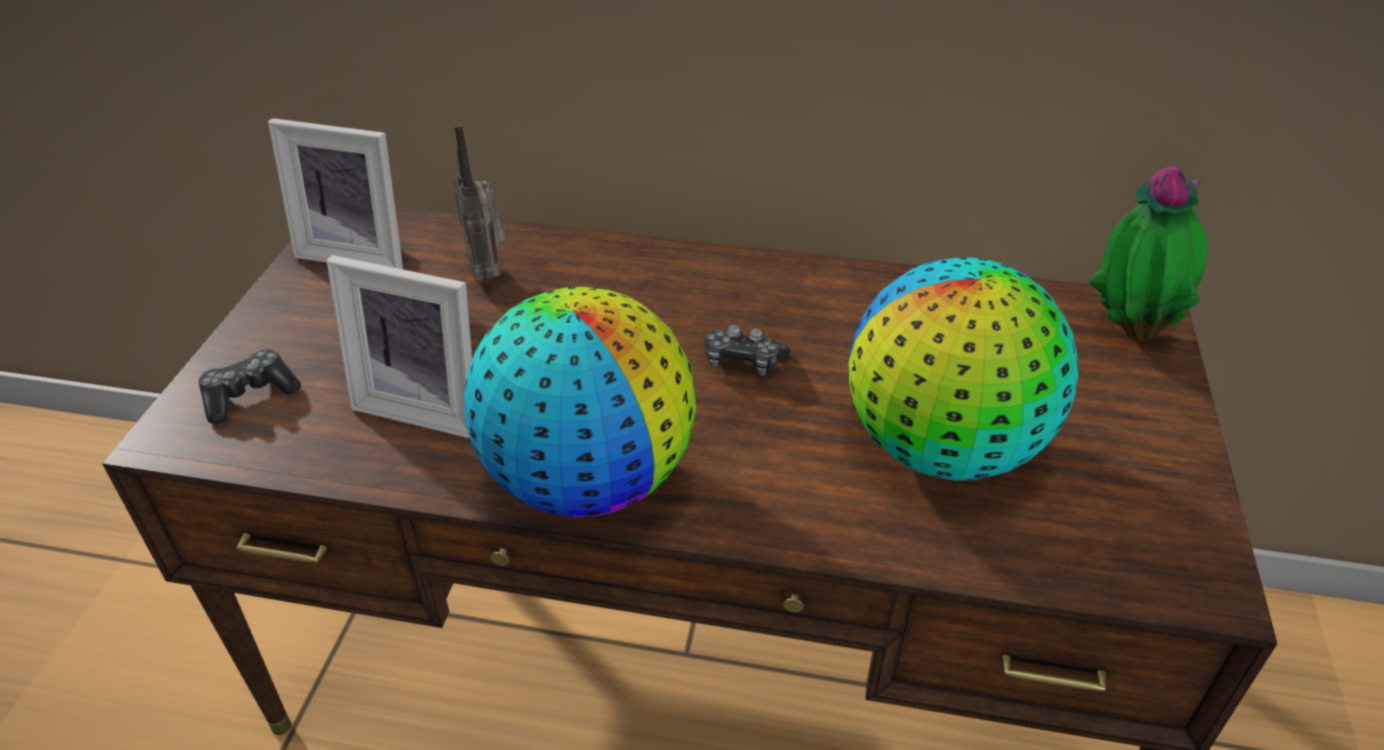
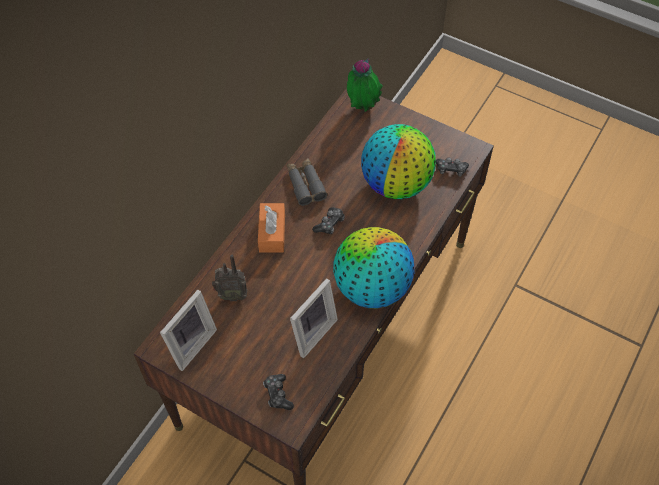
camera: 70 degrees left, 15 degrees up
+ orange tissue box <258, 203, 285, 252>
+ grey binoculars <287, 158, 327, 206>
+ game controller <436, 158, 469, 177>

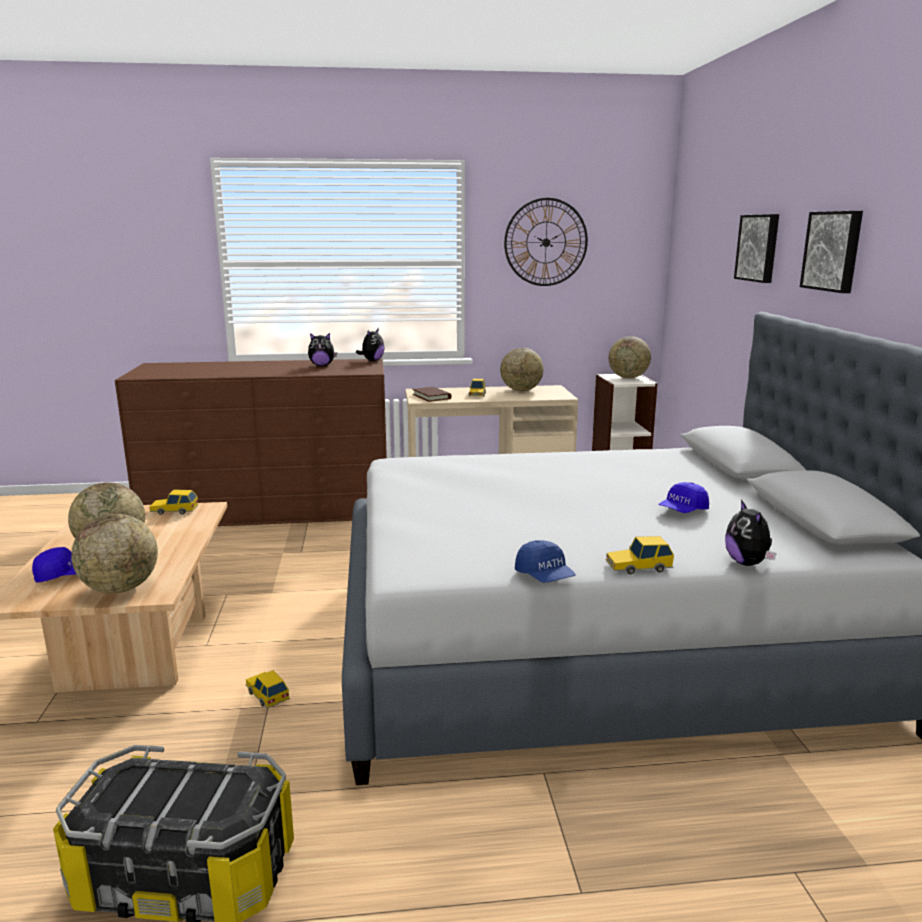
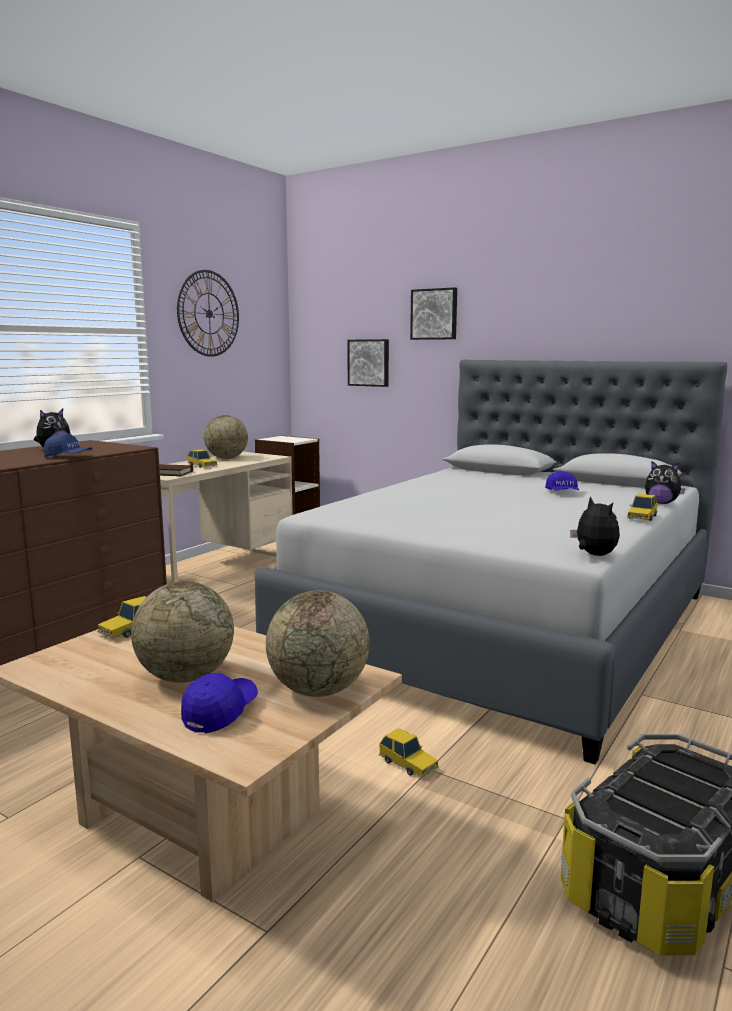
camera: 50 degrees left, 5 degrees down
- globe <608, 336, 651, 378>
~ plush toy <356, 328, 385, 361> to <570, 496, 620, 556>
~ blue cap <515, 540, 576, 583> to <44, 433, 92, 457>
~ picture <800, 211, 863, 293> to <347, 339, 389, 387>
~ toy car <245, 670, 290, 708> = <379, 728, 439, 778> 135 degrees counterclockwise

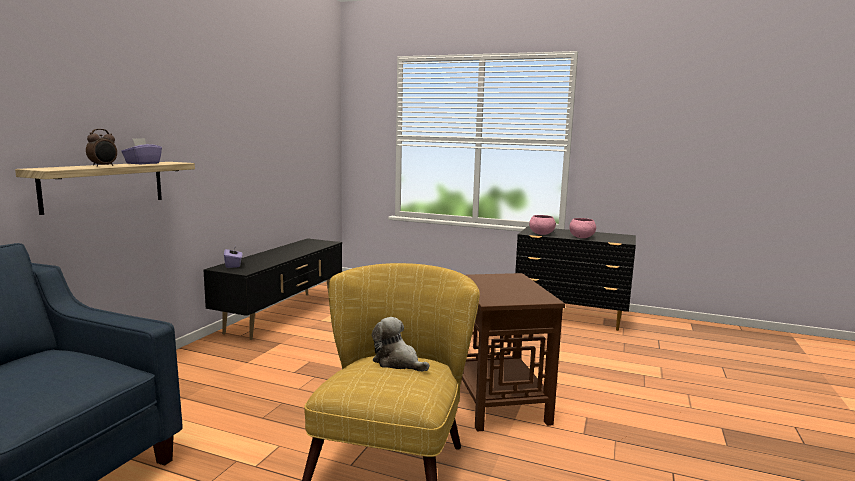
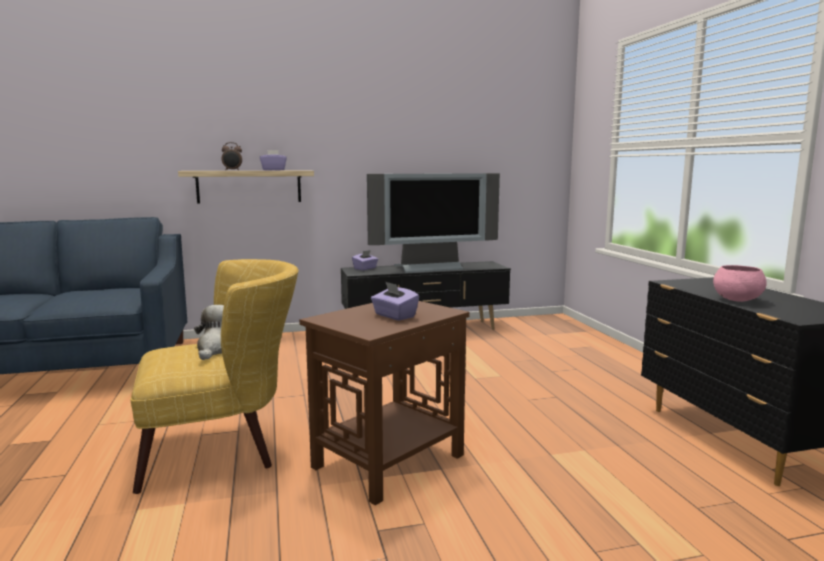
camera: 55 degrees right, 0 degrees up
- pink bowl <529, 215, 556, 235>
+ television <367, 173, 500, 273>
+ purple tissue box <371, 281, 419, 321>

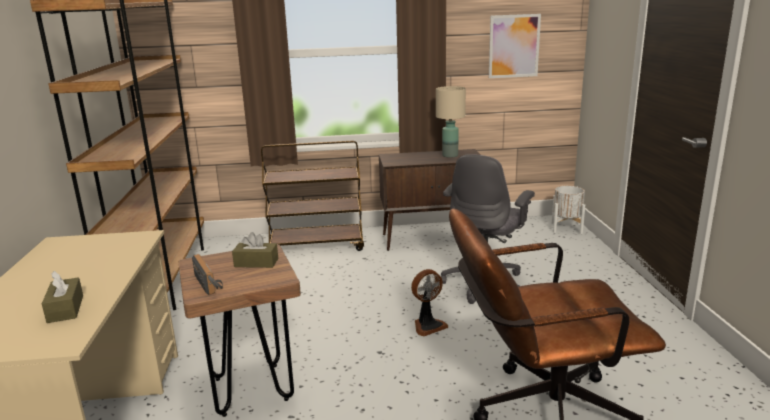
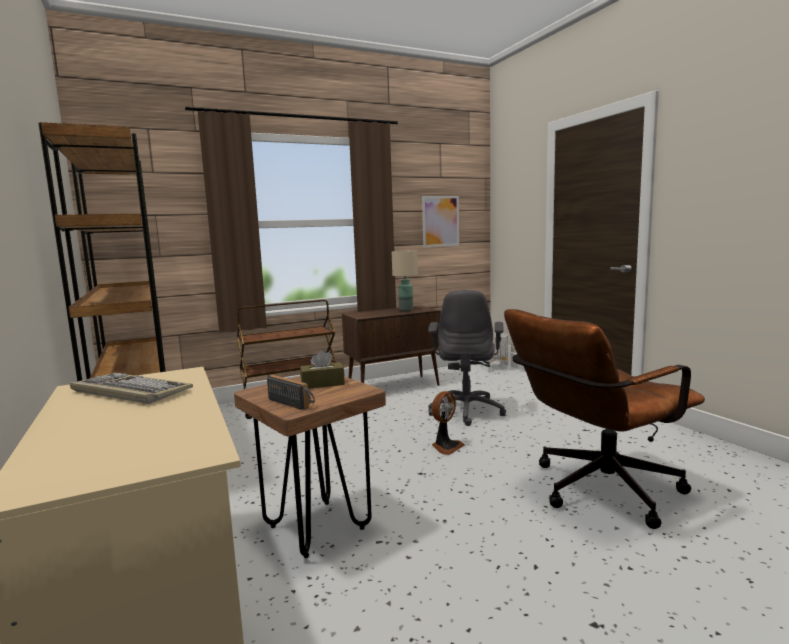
camera: 20 degrees left, 10 degrees down
- brown tissue box <42, 271, 83, 323>
+ keyboard <70, 373, 193, 404>

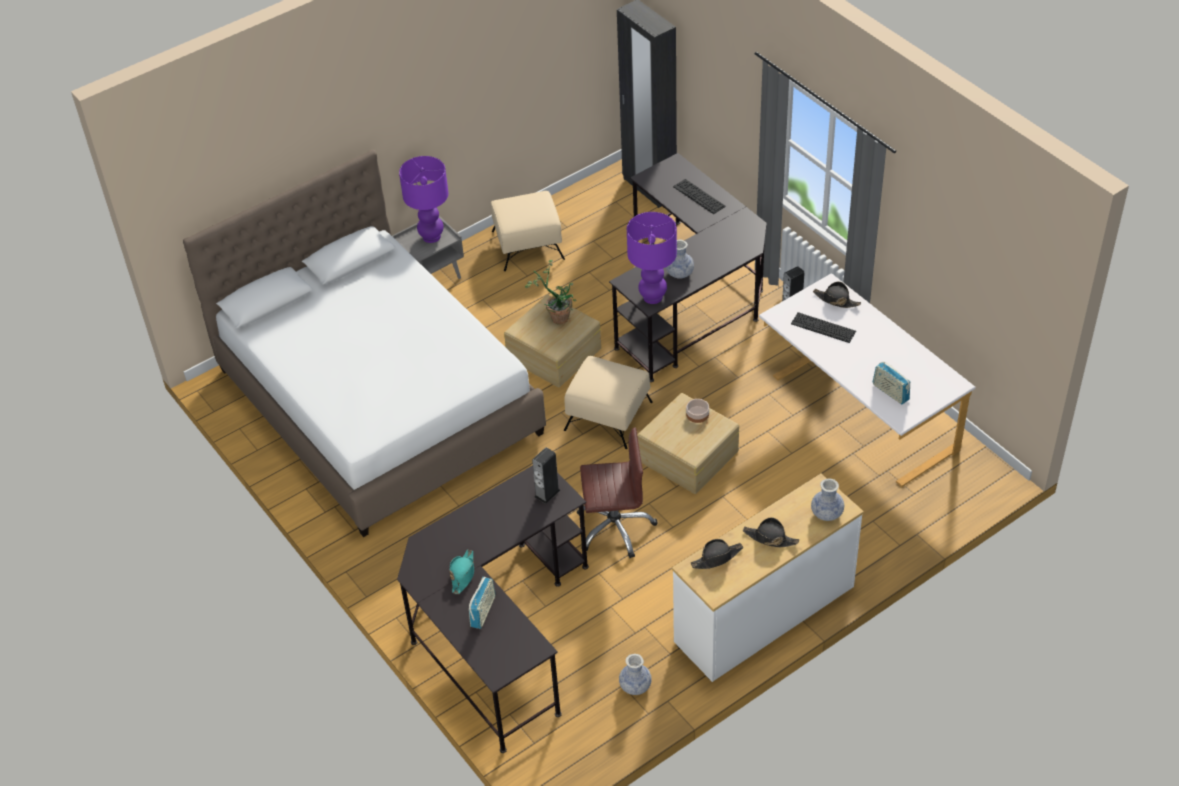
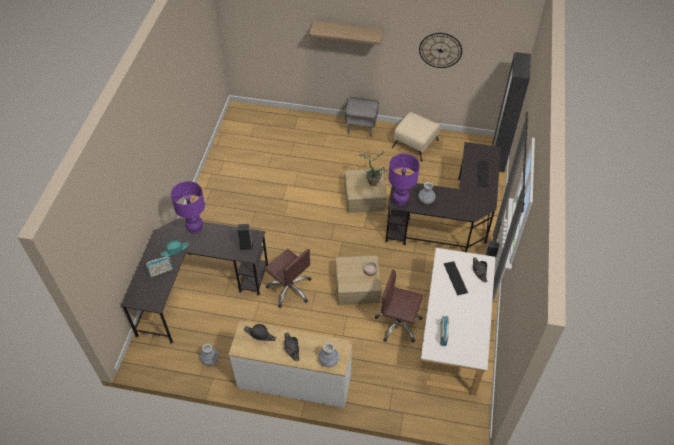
camera: 45 degrees right, 5 degrees up
- white bed <183, 150, 546, 537>
- beige ottoman <564, 356, 653, 449>
+ shelf <309, 21, 384, 45>
+ brown office chair <375, 269, 423, 343>
+ wall clock <419, 33, 462, 68>
~ purple table lamp <399, 156, 448, 243> to <171, 181, 205, 234>

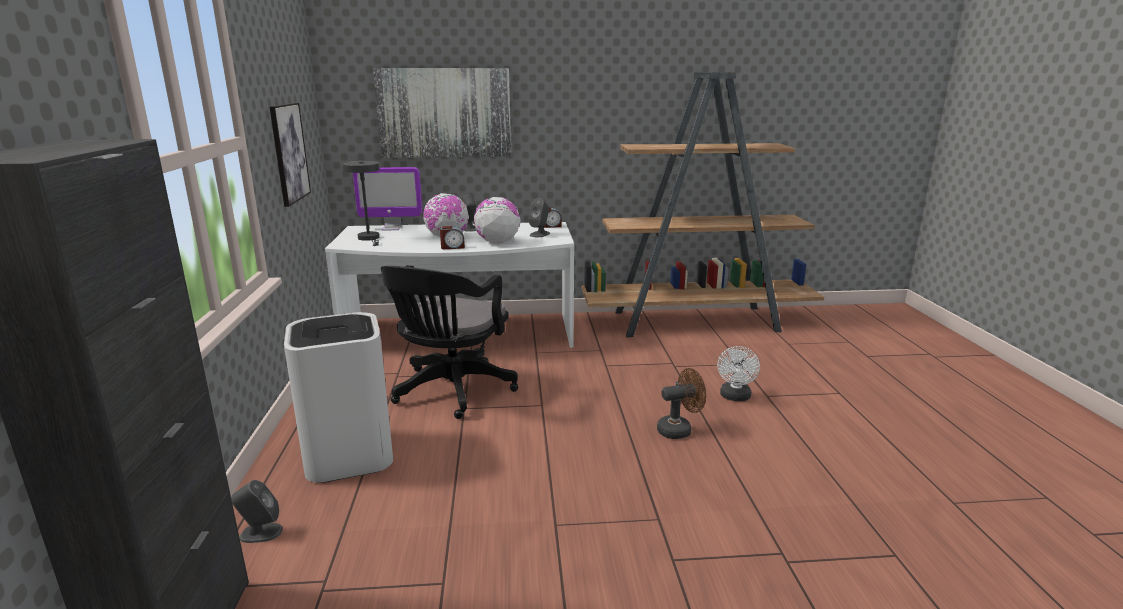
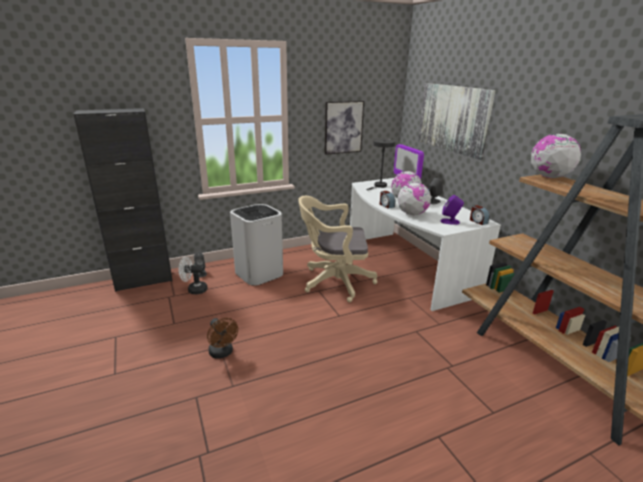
camera: 70 degrees right, 5 degrees up
+ globe <531, 134, 581, 178>
~ brown fan <657, 368, 706, 439> to <207, 318, 238, 359>
~ white fan <717, 346, 760, 401> to <179, 257, 207, 294>
~ black office chair <381, 265, 518, 419> to beige office chair <298, 196, 377, 302>
~ grey speaker <528, 198, 550, 237> to purple speaker <441, 195, 464, 225>

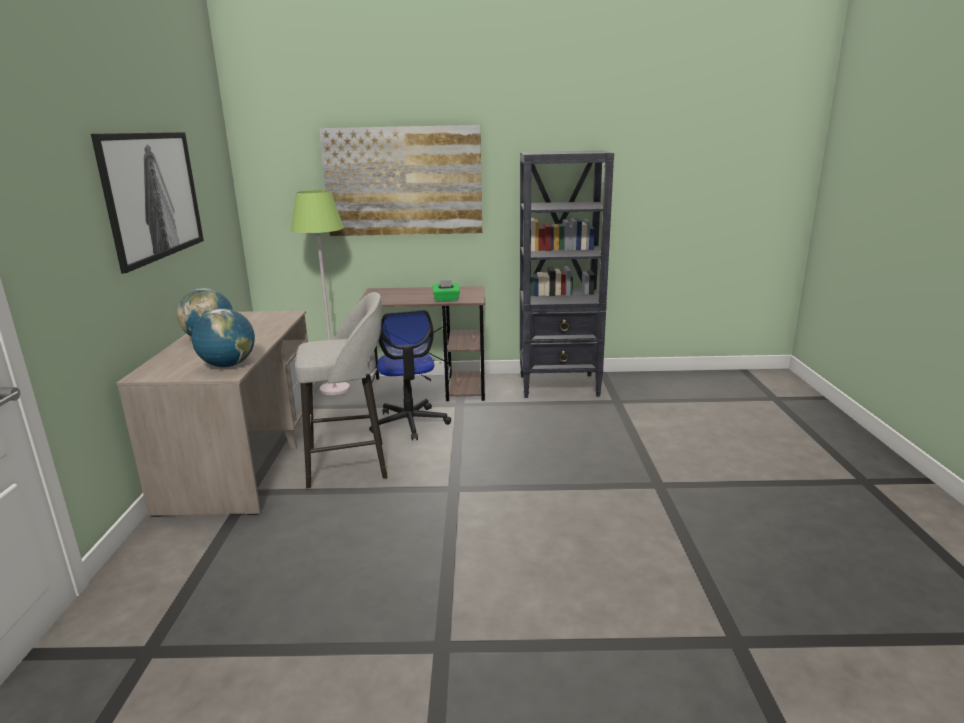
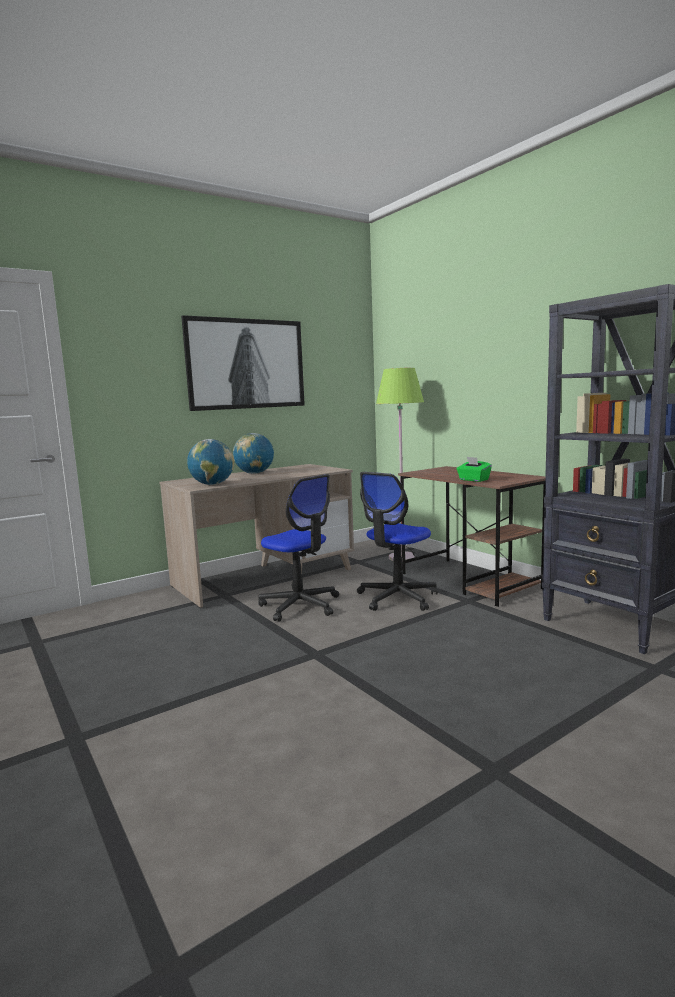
camera: 55 degrees right, 10 degrees down
- picture <319, 125, 482, 236>
~ grey stool <295, 292, 387, 489> to office chair <258, 474, 339, 622>

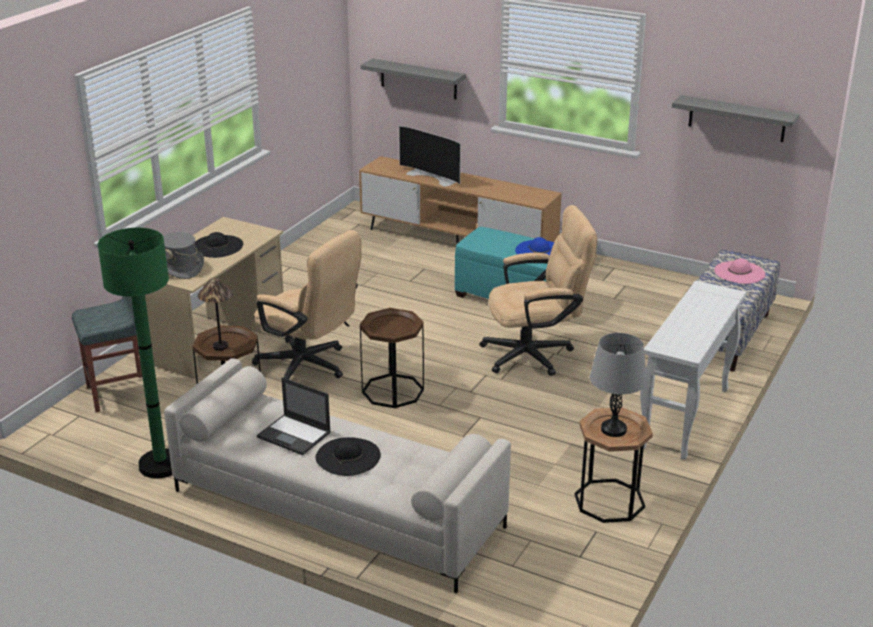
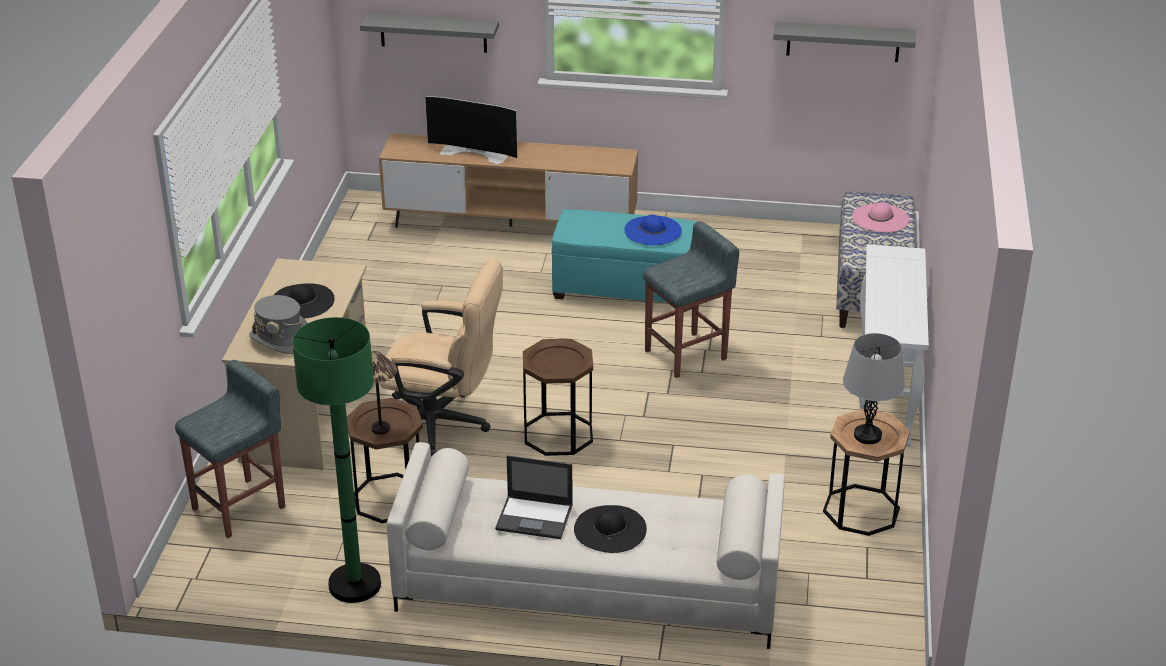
camera: 20 degrees left, 5 degrees up
~ beige office chair <479, 205, 597, 376> to grey stool <643, 221, 739, 378>

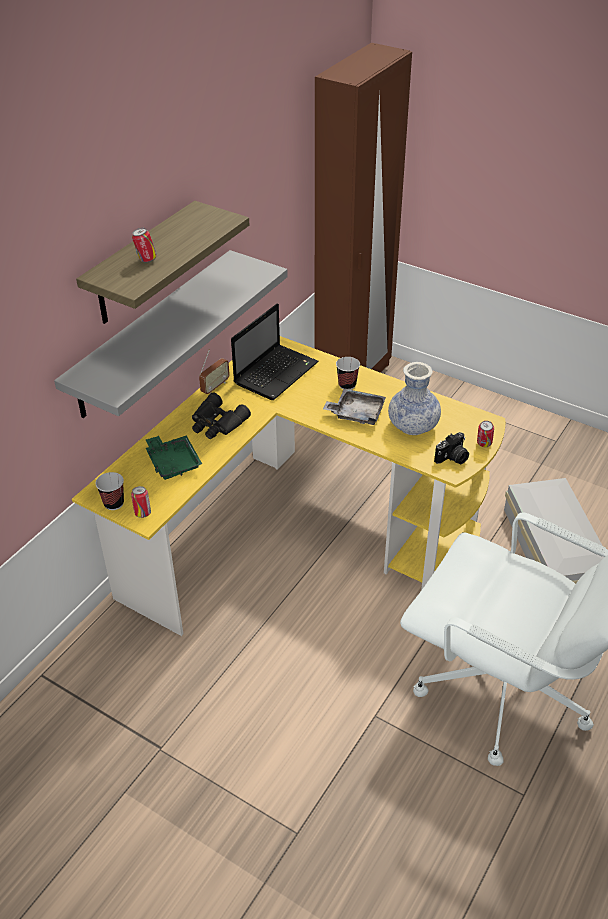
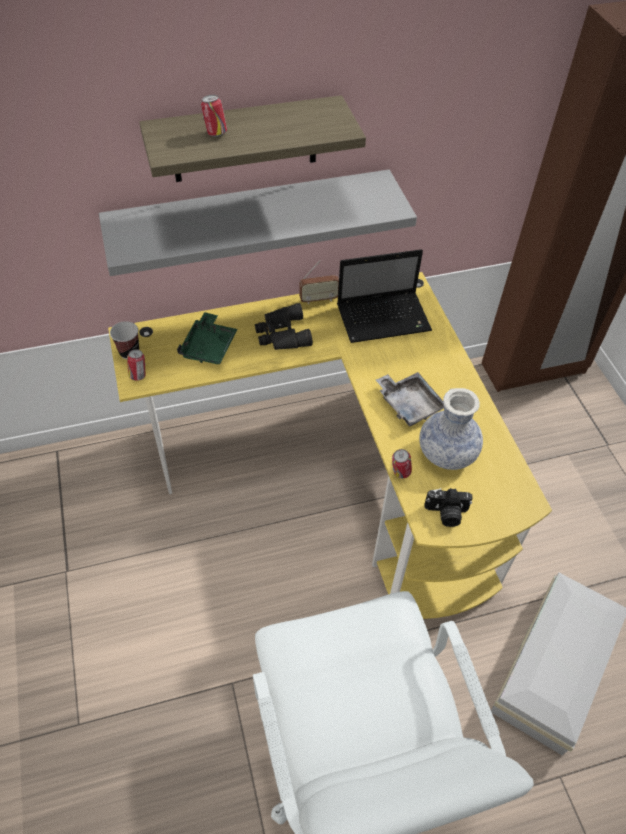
camera: 40 degrees right, 10 degrees up
- cup <336, 357, 360, 390>
~ can <477, 421, 494, 447> to <392, 449, 412, 478>

